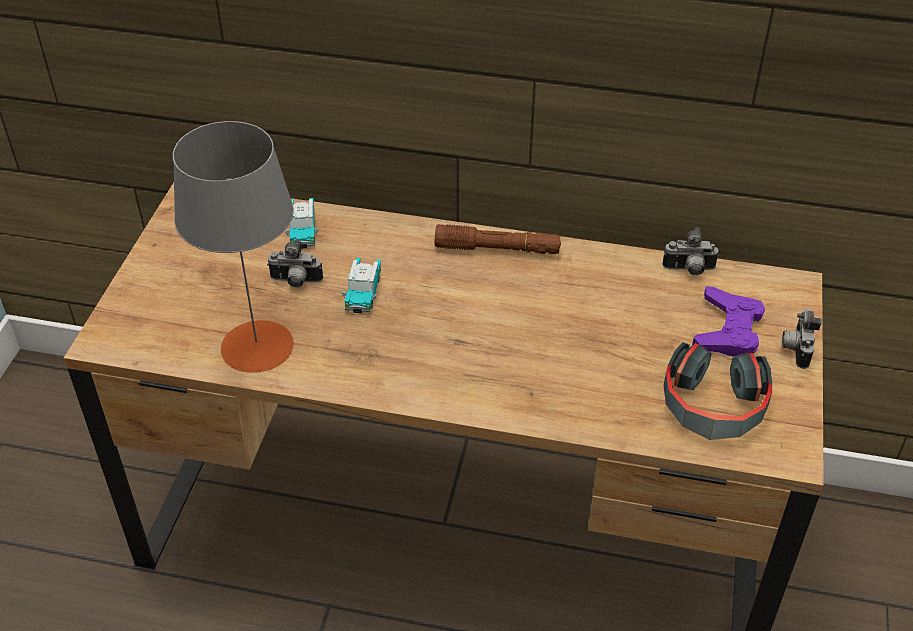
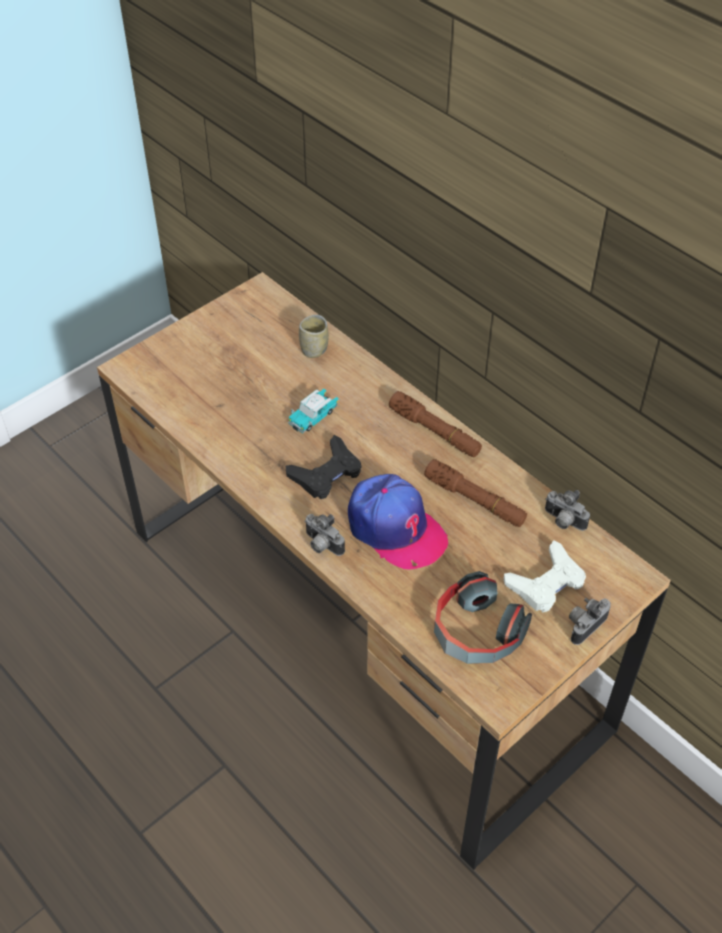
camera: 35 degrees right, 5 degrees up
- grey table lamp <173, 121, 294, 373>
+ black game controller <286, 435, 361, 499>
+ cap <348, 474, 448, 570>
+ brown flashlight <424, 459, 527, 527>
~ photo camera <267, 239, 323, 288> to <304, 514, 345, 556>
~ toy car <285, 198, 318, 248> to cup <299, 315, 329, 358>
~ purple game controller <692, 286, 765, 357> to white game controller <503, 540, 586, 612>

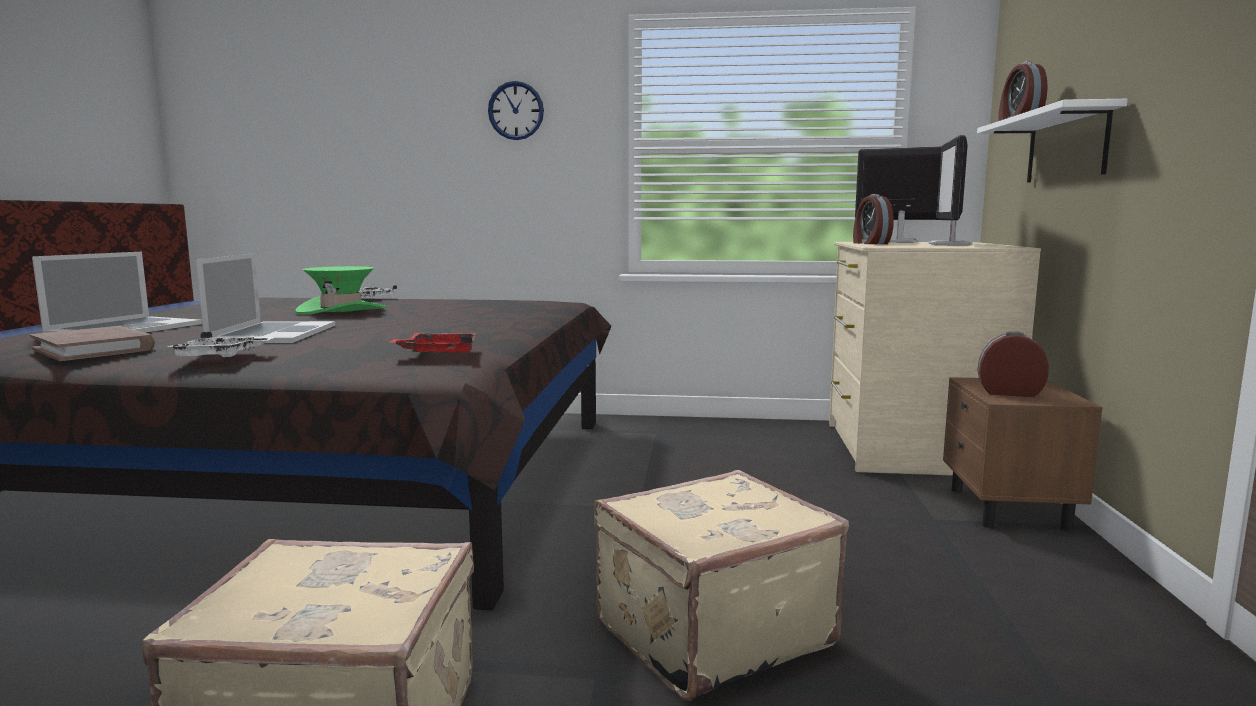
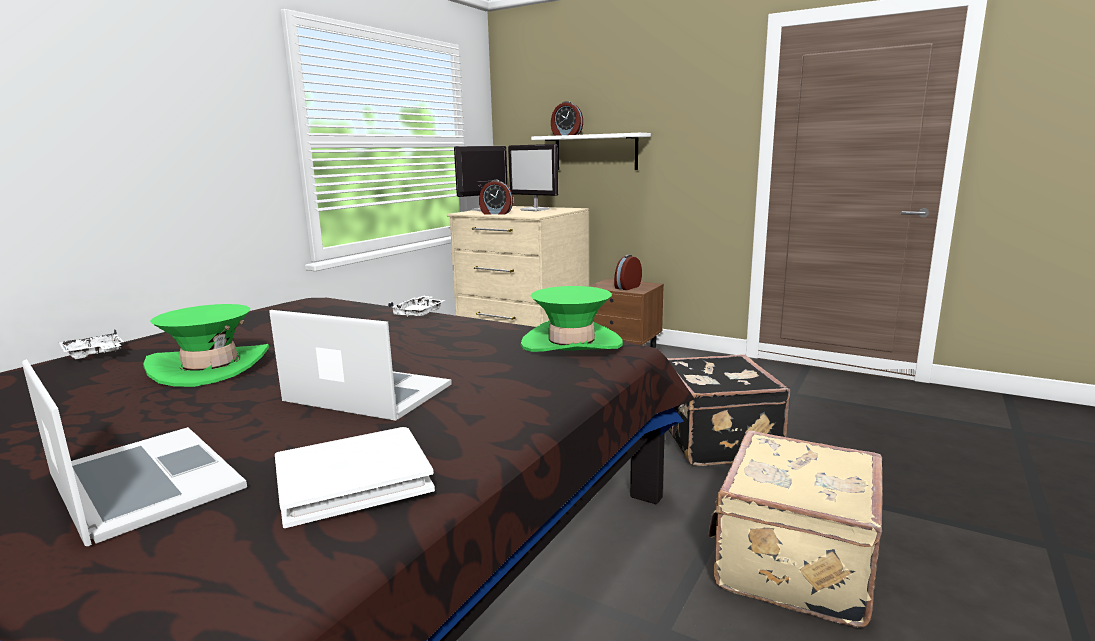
camera: 65 degrees left, 5 degrees up
- wall clock <488, 81, 544, 140>
~ white tray <167, 331, 275, 357> to <388, 296, 445, 317>
~ red tray <391, 333, 476, 353> to green hat <521, 286, 623, 352>
~ brown book <30, 326, 155, 361> to white book <275, 427, 435, 528>
~ beige suitcase <594, 470, 849, 701> to black suitcase <667, 354, 790, 466>

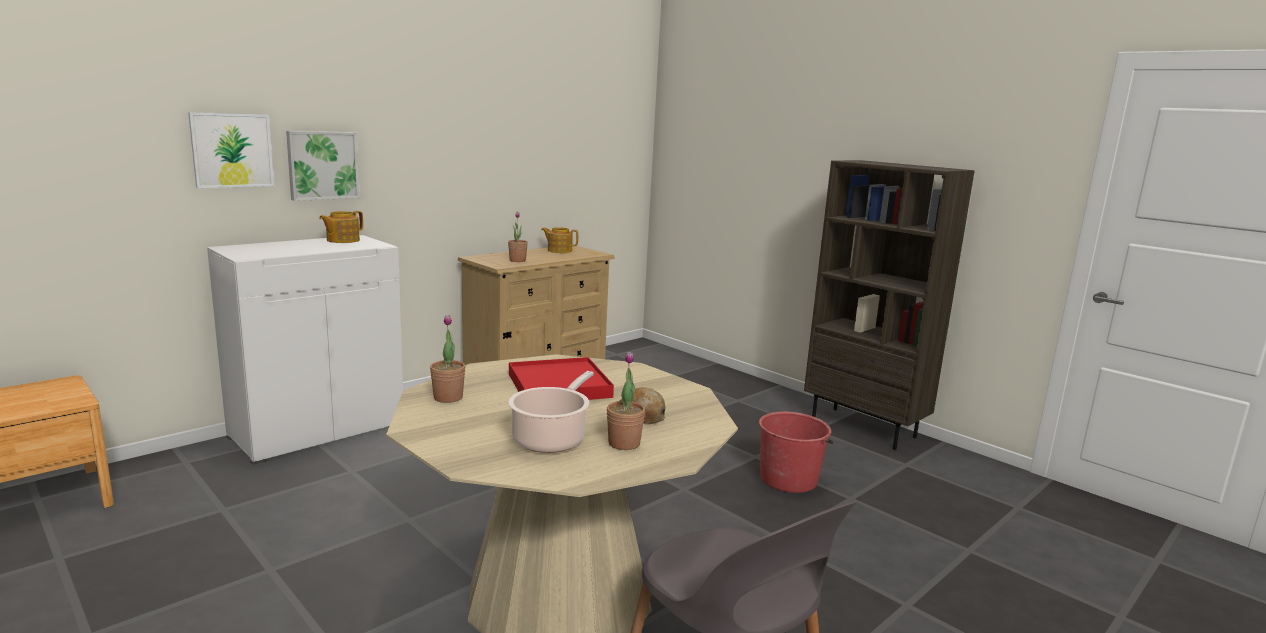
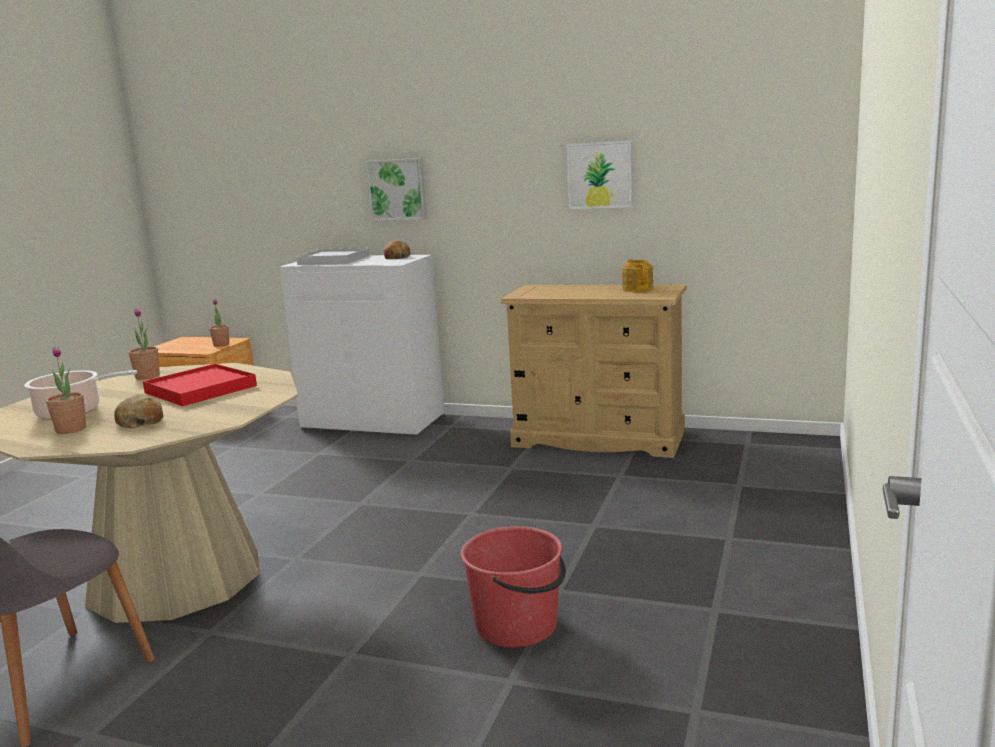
camera: 65 degrees right, 0 degrees up
- brown bookcase <804, 160, 975, 450>
+ white tray <296, 248, 369, 265>
~ picture <188, 112, 274, 188> to <567, 141, 632, 209>
~ potted plant <508, 212, 528, 262> to <209, 299, 229, 347>
~ teapot <319, 211, 363, 243> to bread <384, 240, 410, 259>

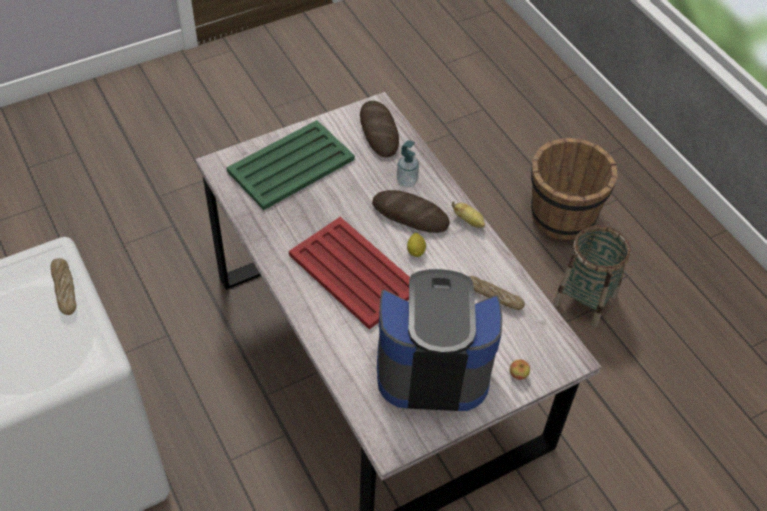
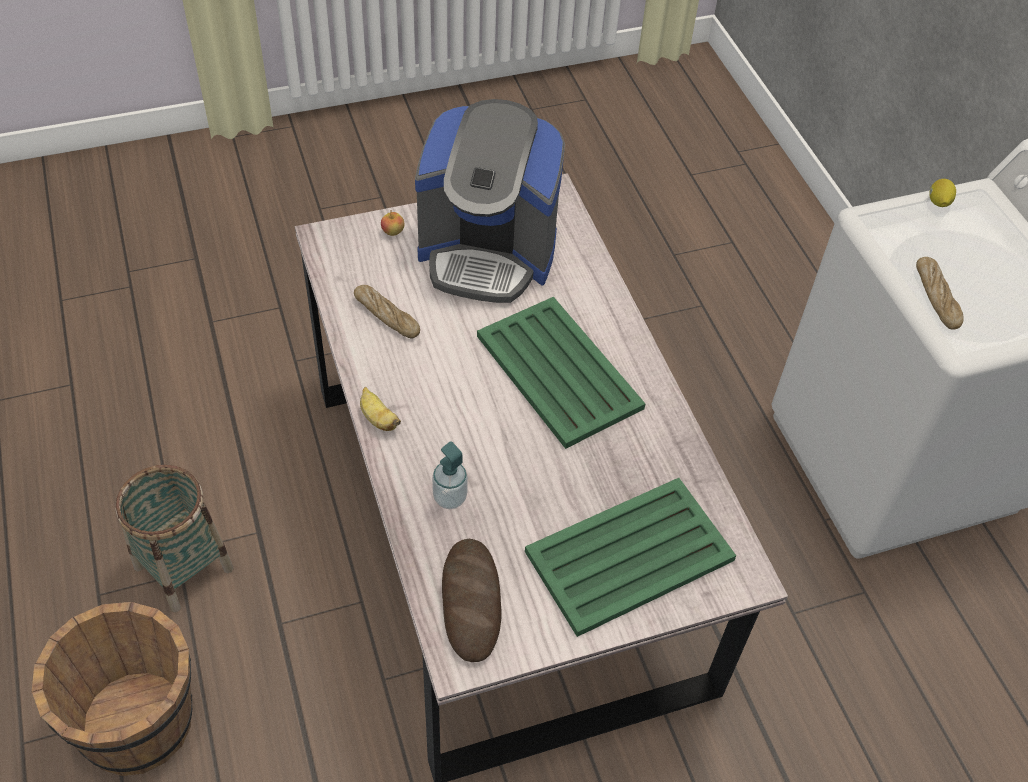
camera: 170 degrees left, 0 degrees up
- bread <372, 190, 450, 233>
~ lemon <407, 233, 426, 257> to <929, 179, 956, 207>
~ red tray <289, 217, 410, 329> to green tray <477, 297, 646, 449>

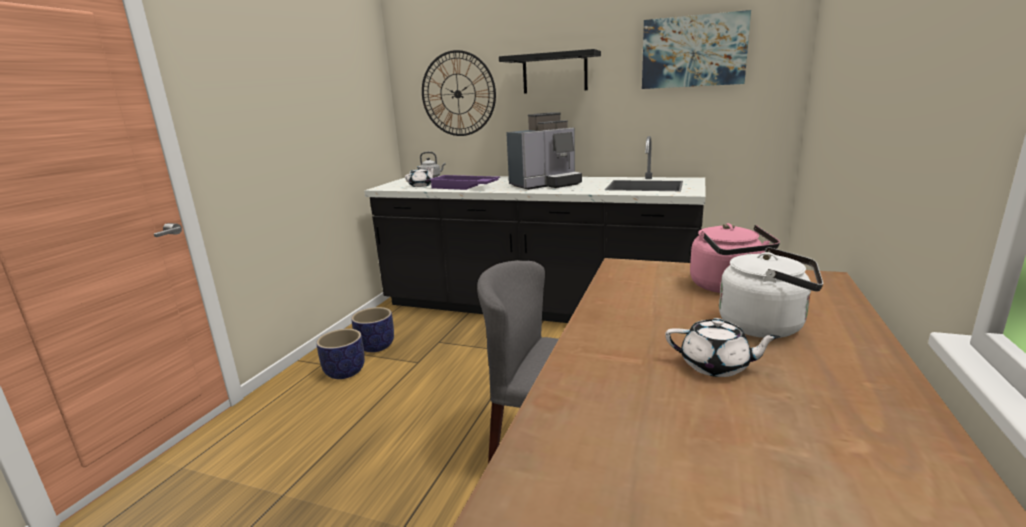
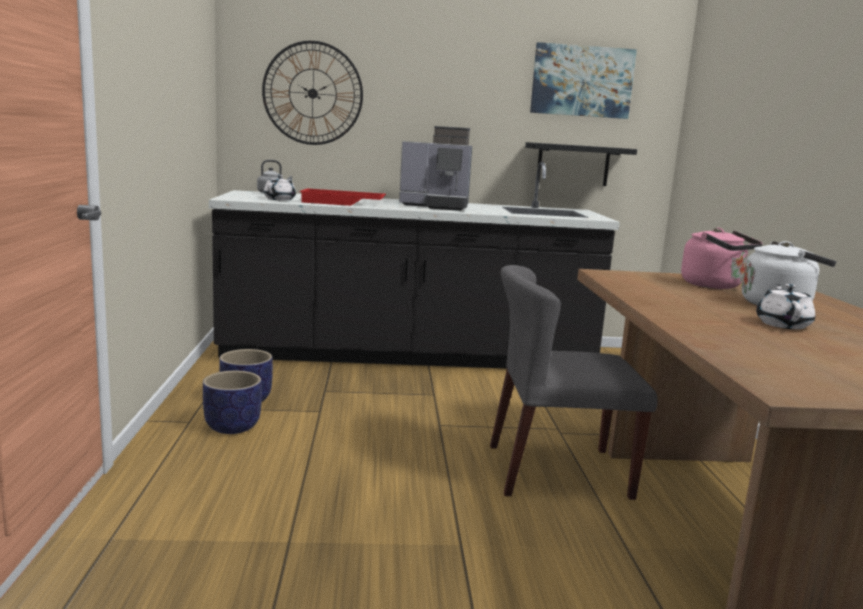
camera: 25 degrees left, 5 degrees down
~ black shelf <499, 49, 601, 94> to <525, 142, 637, 186>
~ purple tray <429, 175, 500, 190> to red tray <299, 189, 386, 206>
~ coffee machine <506, 112, 582, 190> = <399, 126, 472, 211> 60 degrees clockwise
~ white teapot <665, 318, 781, 377> = <756, 284, 815, 329> 75 degrees counterclockwise

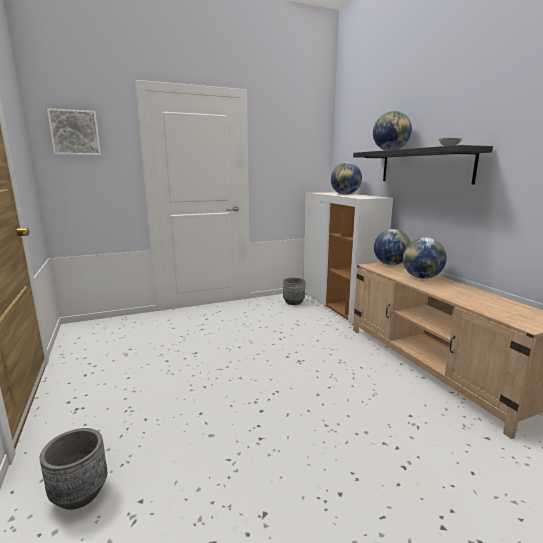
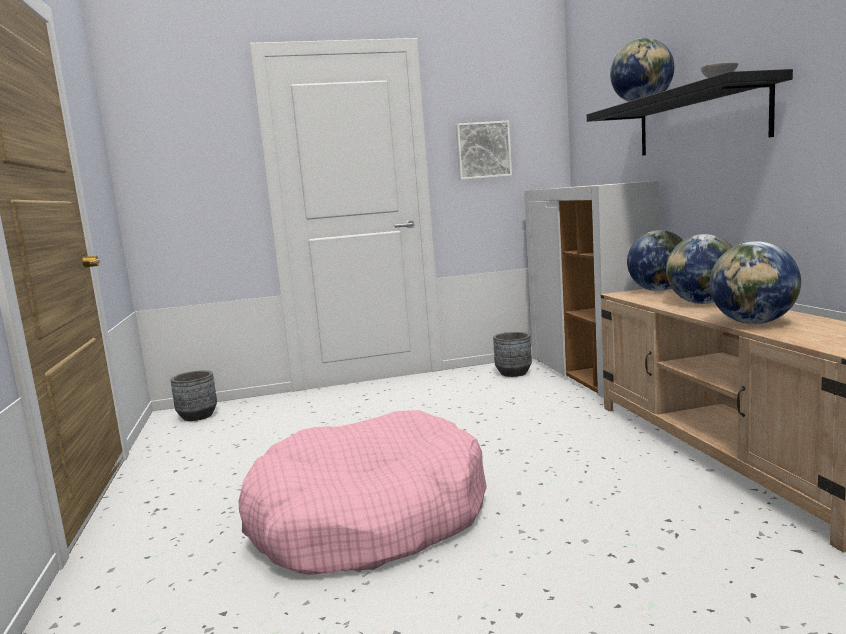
camera: 10 degrees right, 5 degrees down
+ pink dog bed <239, 410, 487, 575>
~ grey planter <39, 428, 107, 510> to <170, 370, 217, 421>
~ picture <47, 108, 101, 155> to <455, 121, 512, 180>
~ globe <331, 162, 362, 195> to <709, 241, 801, 324>

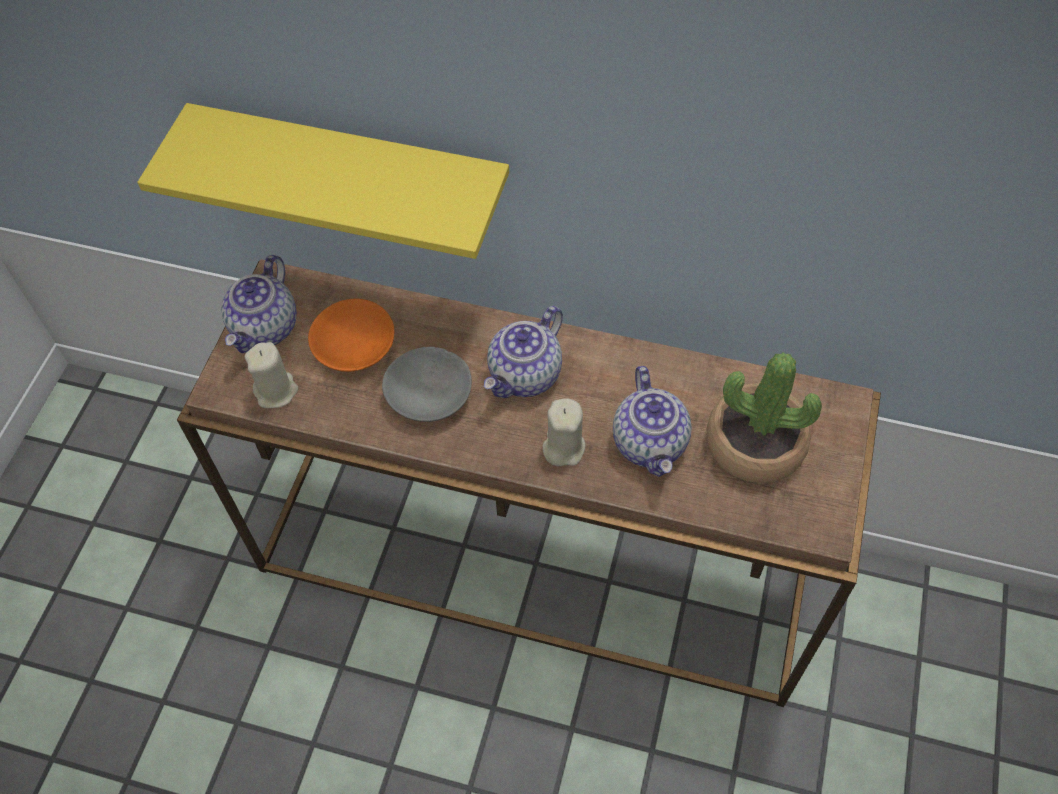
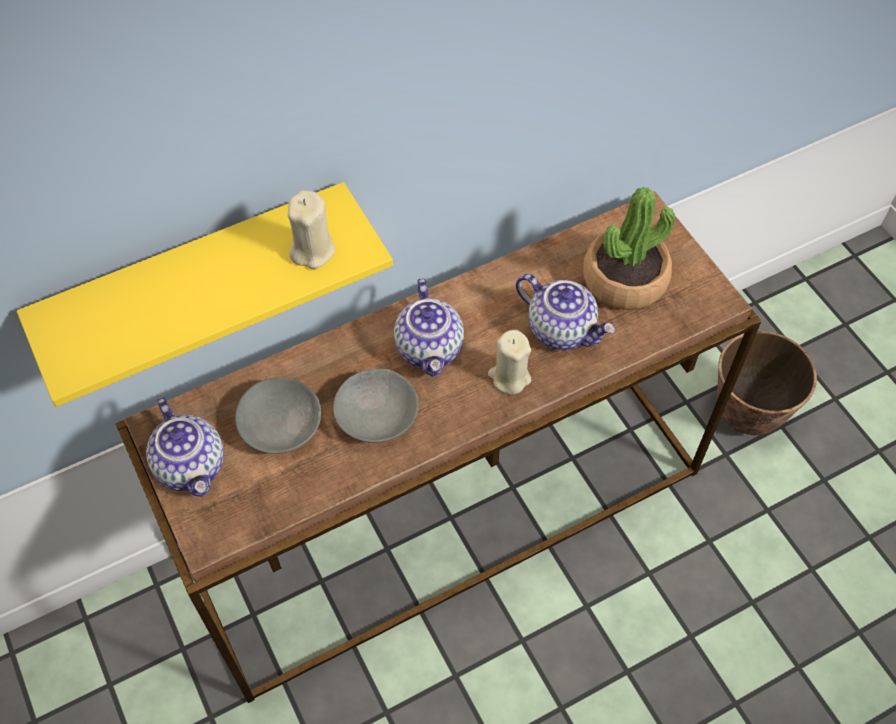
camera: 45 degrees left, 0 degrees up
+ planter <717, 331, 817, 435>
~ beige candle <245, 342, 298, 408> to <288, 190, 336, 269>
~ orange bowl <308, 299, 394, 372> to grey bowl <235, 377, 321, 454>

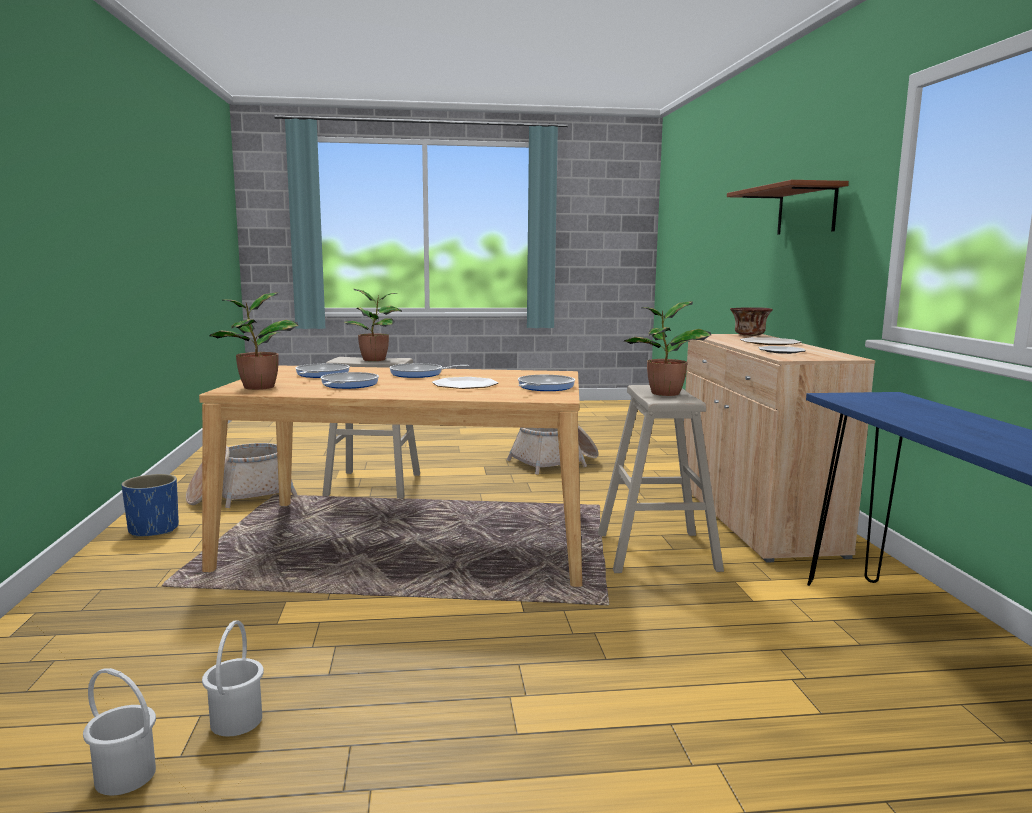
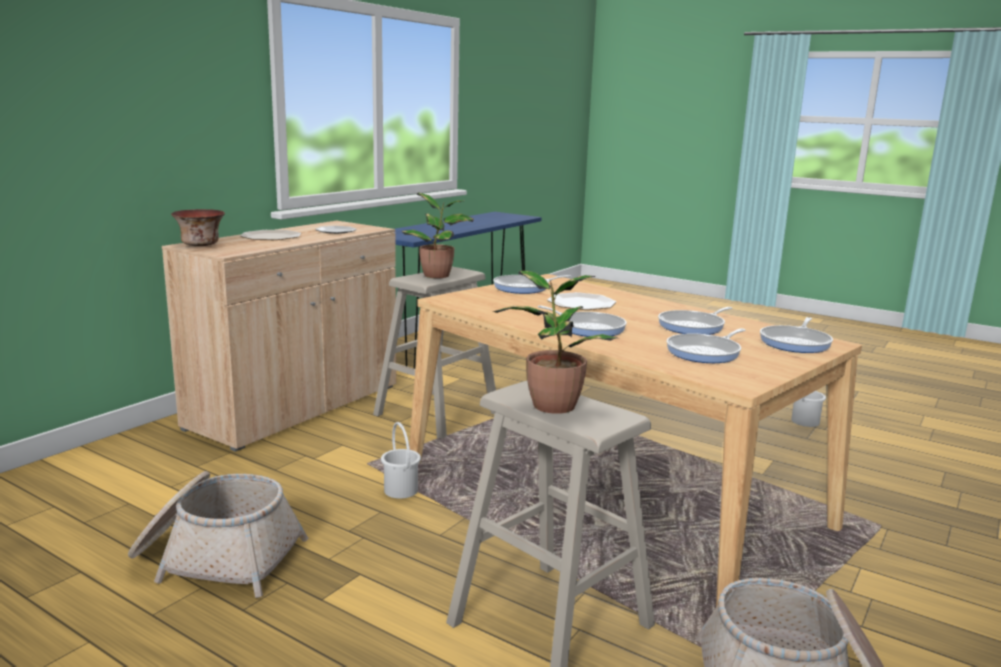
camera: 140 degrees left, 5 degrees up
- blue planter <122, 474, 179, 538>
- brown shelf <727, 180, 849, 235>
~ white bucket <83, 668, 156, 795> to <381, 422, 421, 499>
~ potted plant <209, 292, 299, 390> to frying pan <760, 317, 833, 353>

